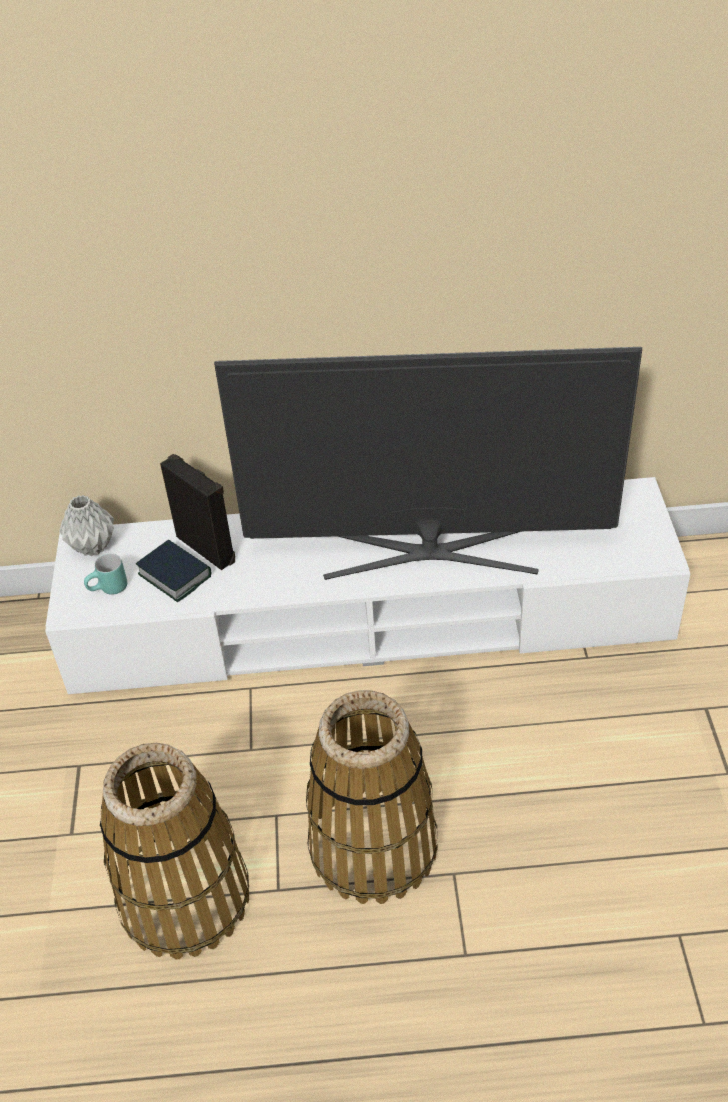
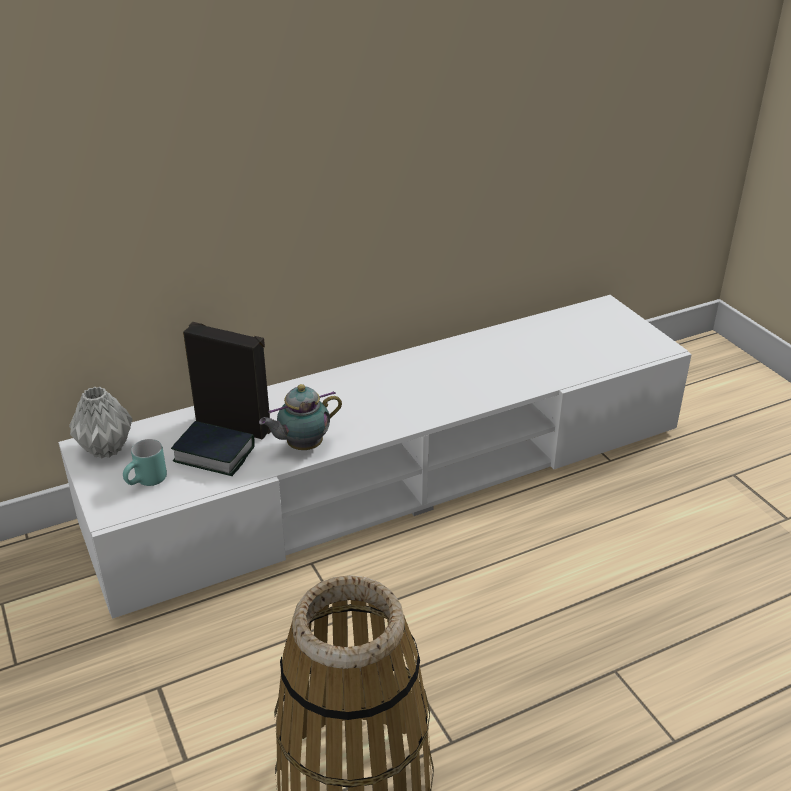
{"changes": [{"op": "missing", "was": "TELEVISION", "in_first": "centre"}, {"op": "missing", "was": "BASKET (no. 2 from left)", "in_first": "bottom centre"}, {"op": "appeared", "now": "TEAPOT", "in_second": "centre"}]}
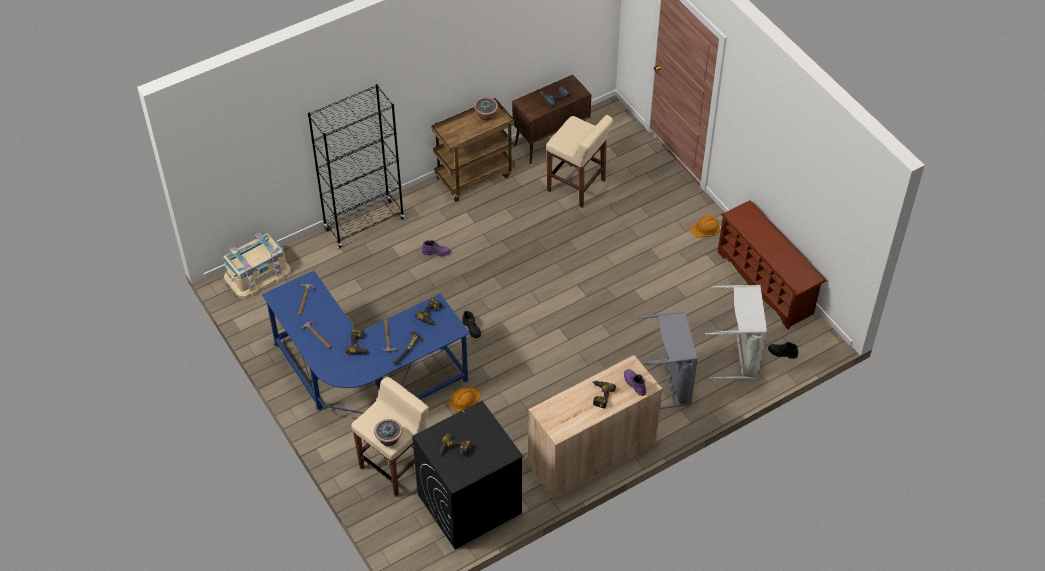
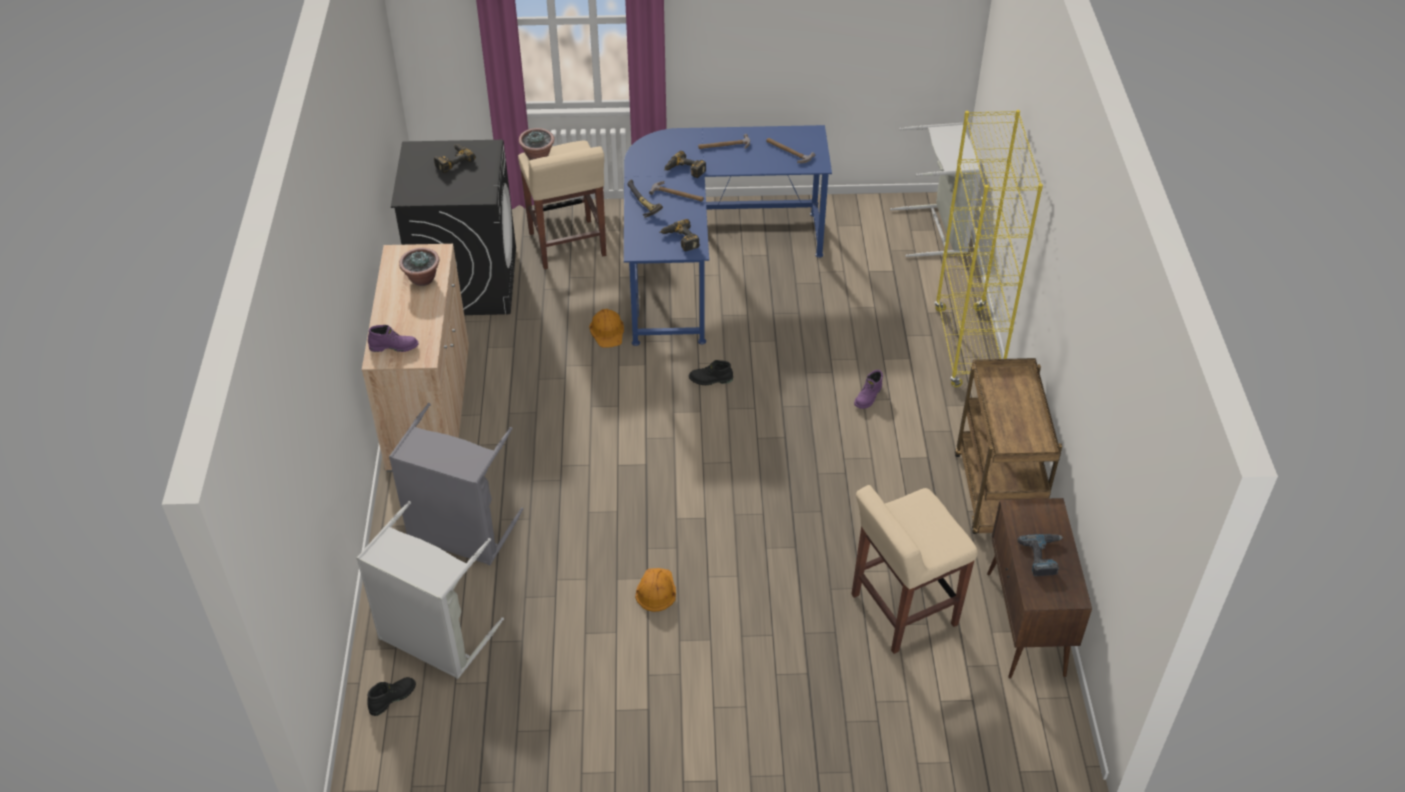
{"changes": [{"op": "missing", "was": "POWER DRILL (no. 5 from left)", "in_first": "bottom centre"}, {"op": "missing", "was": "BROWN SHOE RACK", "in_first": "middle right"}, {"op": "relocated", "was": "POTTED PLANT (no. 2 from left in the first image)", "now": "POTTED PLANT (no. 1 from left)", "in_first": "top centre", "in_second": "middle left"}, {"op": "relocated", "was": "ORANGE HARD HAT (no. 2 from left)", "in_first": "middle right", "in_second": "bottom centre"}, {"op": "exchanged", "was": "BEIGE STORAGE BOX", "now": "GREY LAUNDRY BASKET (no. 3 from left)", "in_first": "middle left", "in_second": "top centre"}, {"op": "colour", "was": "BLACK BOOKCASE", "now": "YELLOW BOOKCASE", "in_first": "top centre", "in_second": "top right"}]}
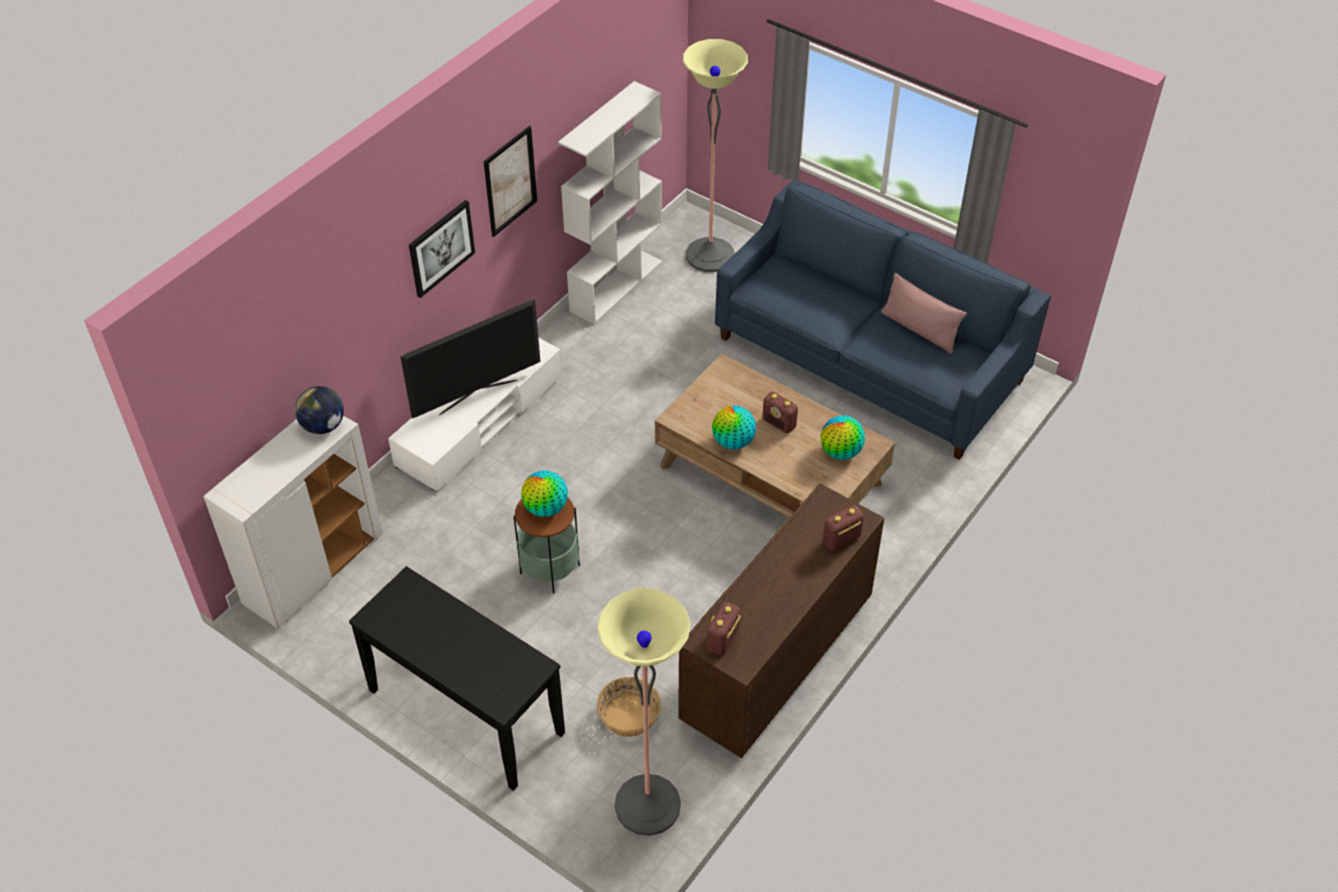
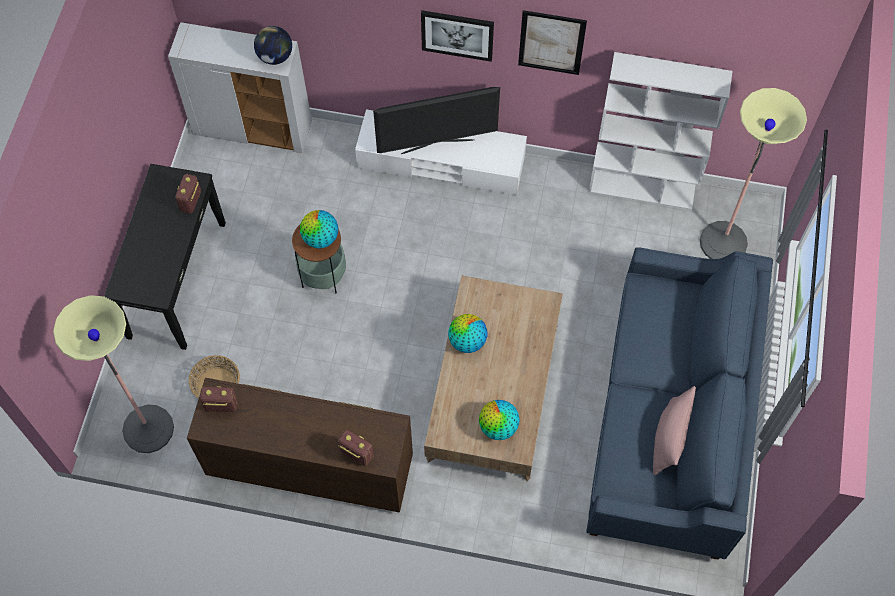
{"changes": [{"op": "relocated", "was": "RADIO (no. 2 from left in the first image)", "now": "RADIO (no. 1 from left)", "in_first": "centre", "in_second": "top left"}, {"op": "spun", "was": "TELEVISION", "in_first": "centre", "in_second": "top centre", "clockwise": -45}]}
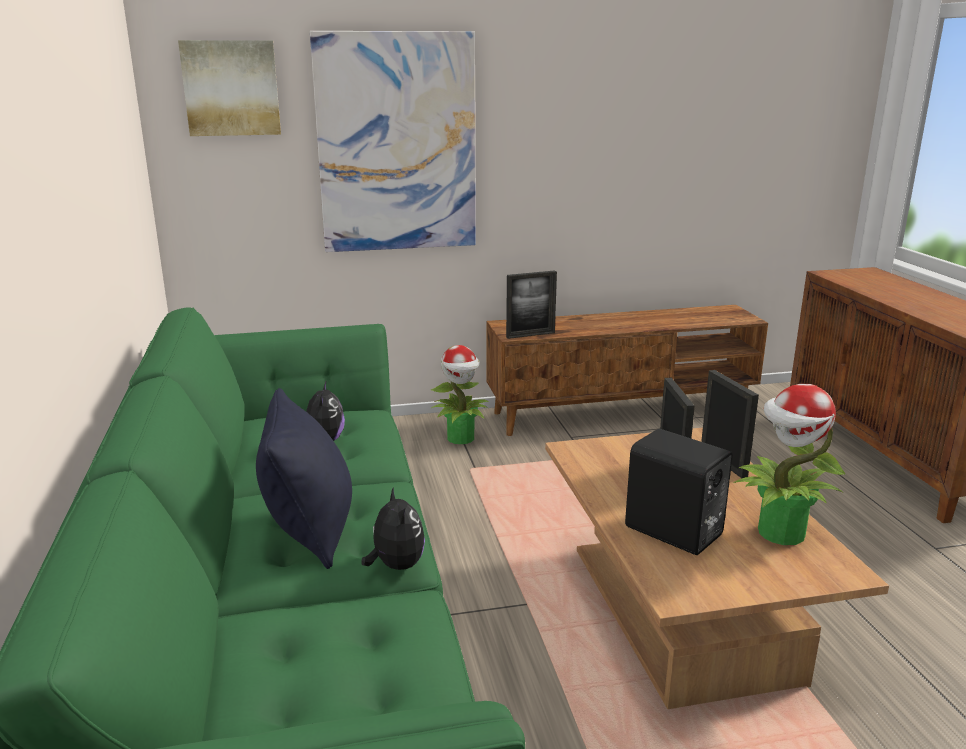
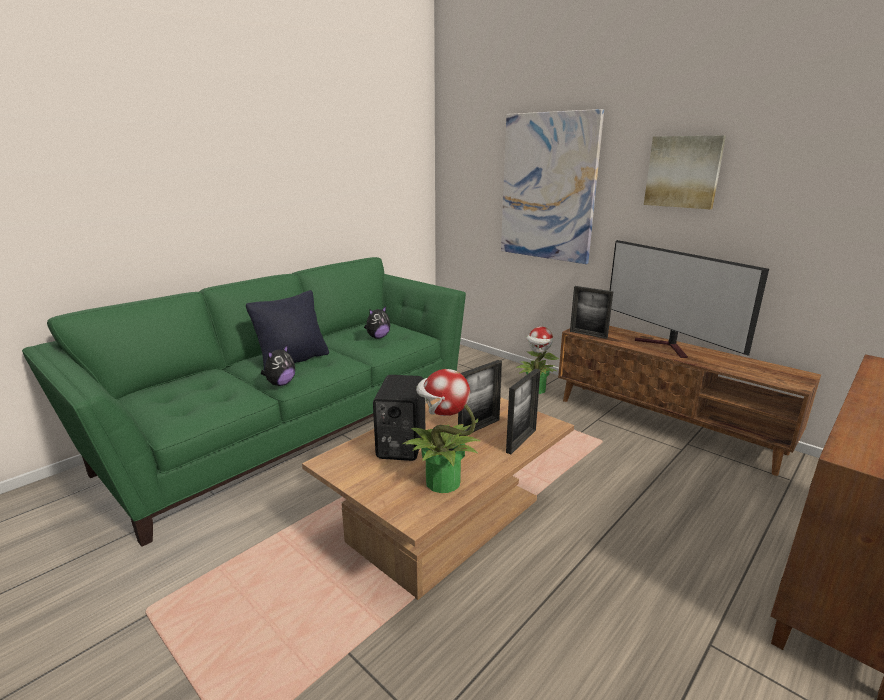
{"changes": [{"op": "appeared", "now": "TELEVISION", "in_second": "middle right"}, {"op": "relocated", "was": "PICTURE (no. 1 from left in the first image)", "now": "PICTURE (no. 2 from left)", "in_first": "top left", "in_second": "top right"}]}
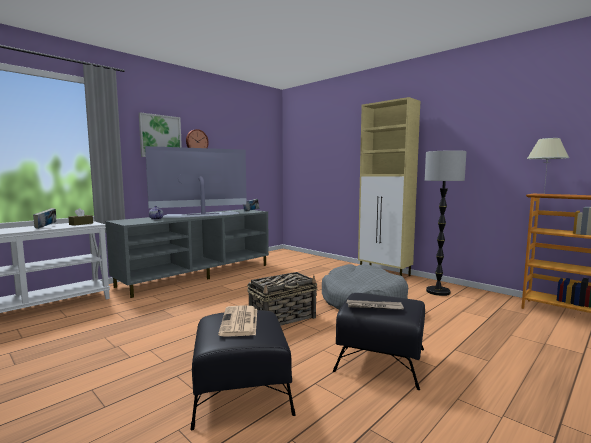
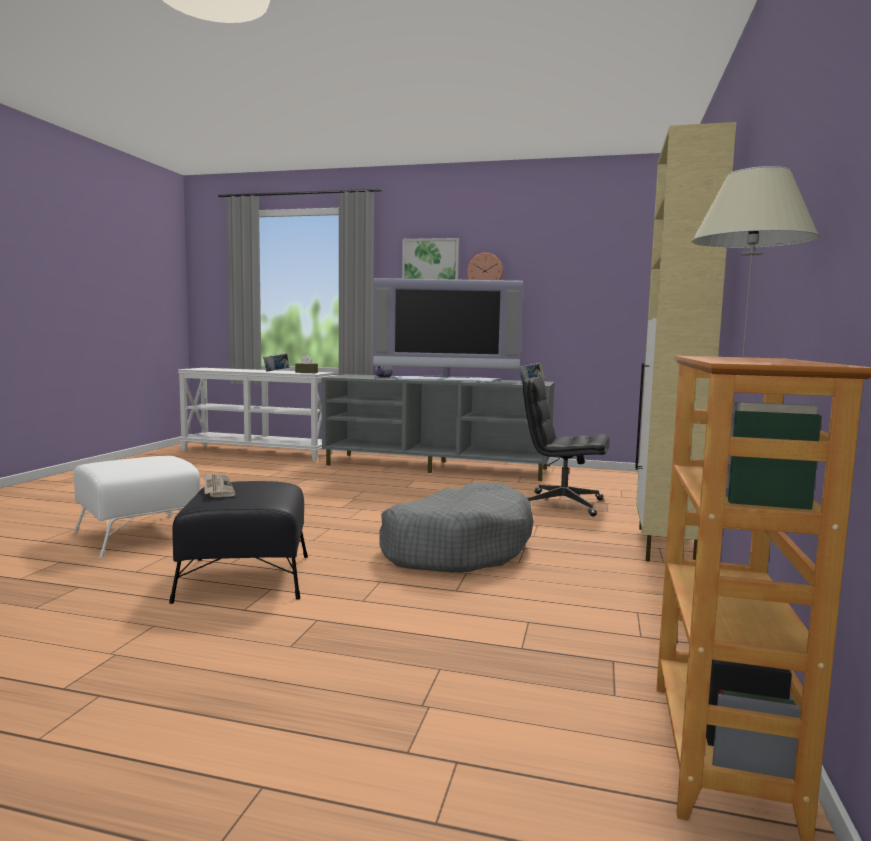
{"changes": [{"op": "missing", "was": "NEWSPAPER (no. 1 from left)", "in_first": "bottom centre"}, {"op": "missing", "was": "BASKET", "in_first": "bottom centre"}, {"op": "missing", "was": "FLOOR LAMP", "in_first": "middle right"}, {"op": "appeared", "now": "BLACK OFFICE CHAIR", "in_second": "centre"}, {"op": "colour", "was": "BLACK OTTOMAN (no. 1 from left)", "now": "WHITE OTTOMAN", "in_first": "bottom centre", "in_second": "middle left"}, {"op": "spun", "was": "TELEVISION", "in_first": "middle left", "in_second": "centre", "clockwise": 150}]}
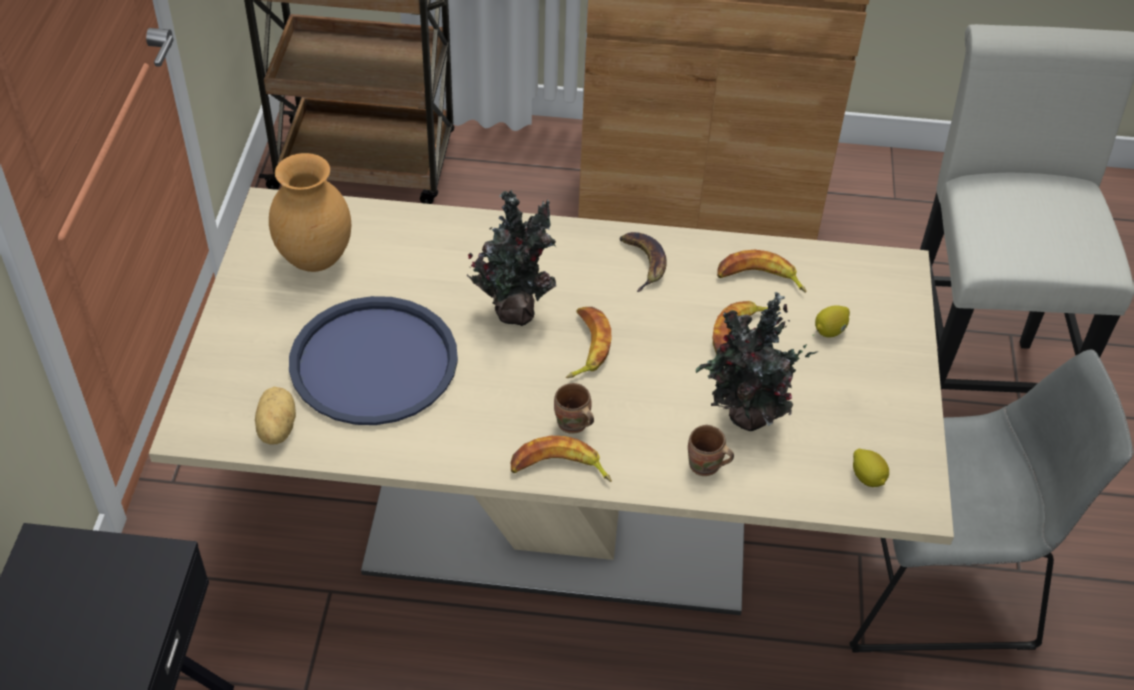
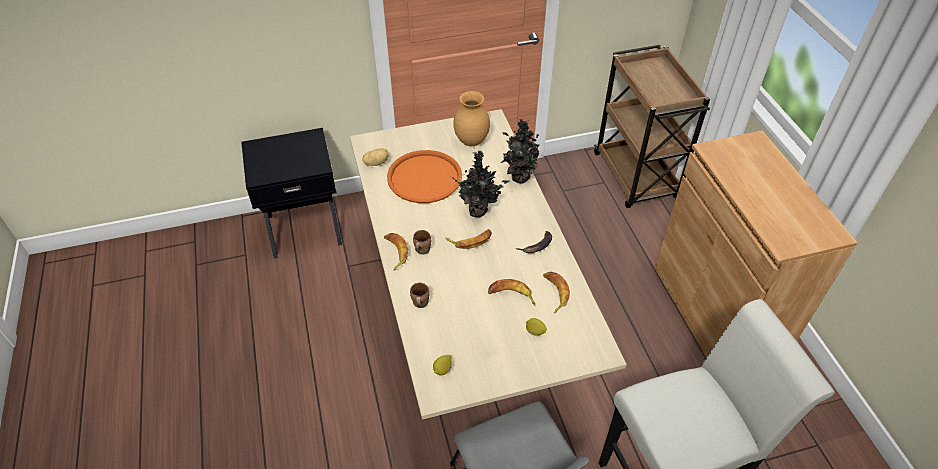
{"changes": [{"op": "relocated", "was": "POTTED PLANT (no. 2 from left)", "in_first": "middle right", "in_second": "top centre"}, {"op": "colour", "was": "BLUE TRAY", "now": "ORANGE TRAY", "in_first": "middle left", "in_second": "centre"}]}
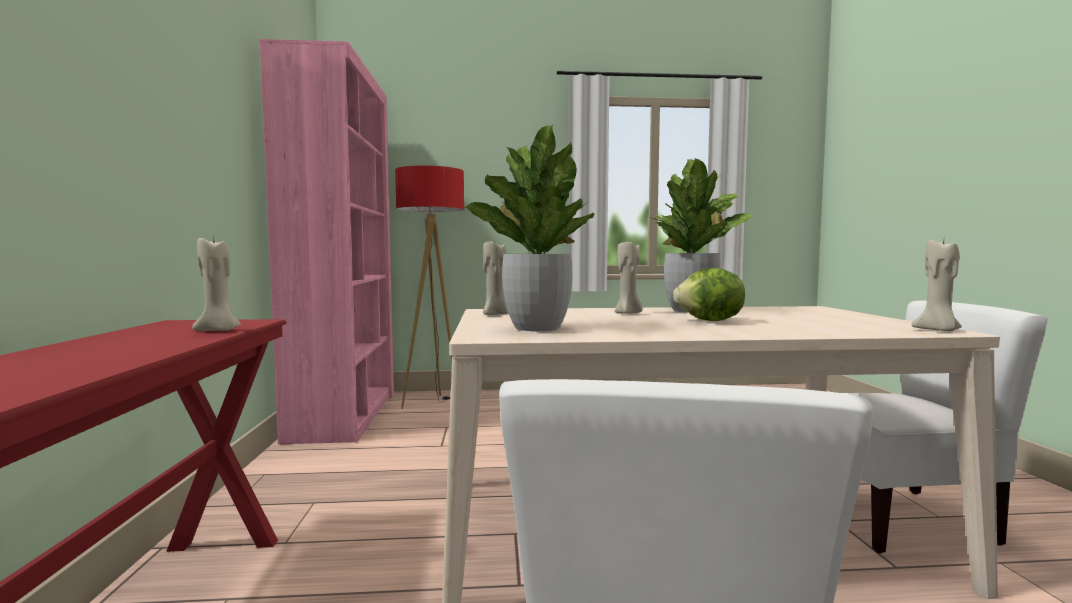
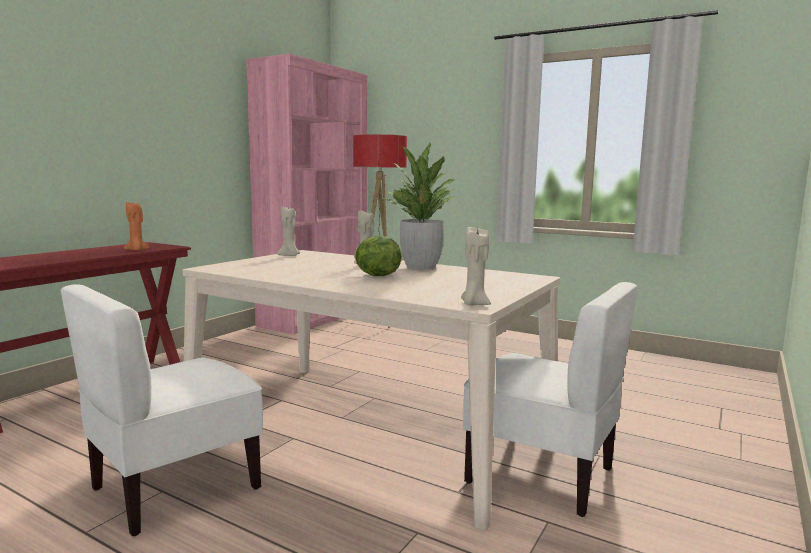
{"changes": [{"op": "missing", "was": "POTTED PLANT (no. 1 from left)", "in_first": "centre"}, {"op": "colour", "was": "BEIGE CANDLE (no. 1 from left)", "now": "ORANGE CANDLE", "in_first": "middle left", "in_second": "middle left"}]}
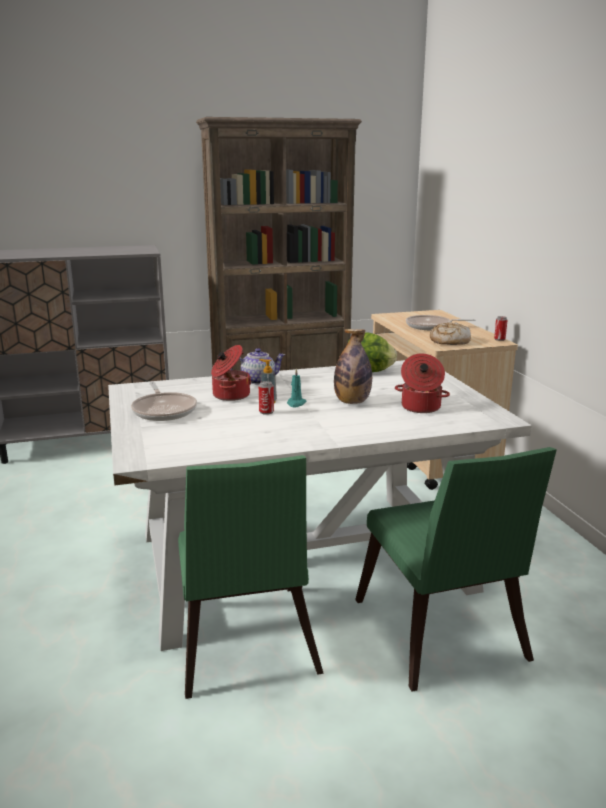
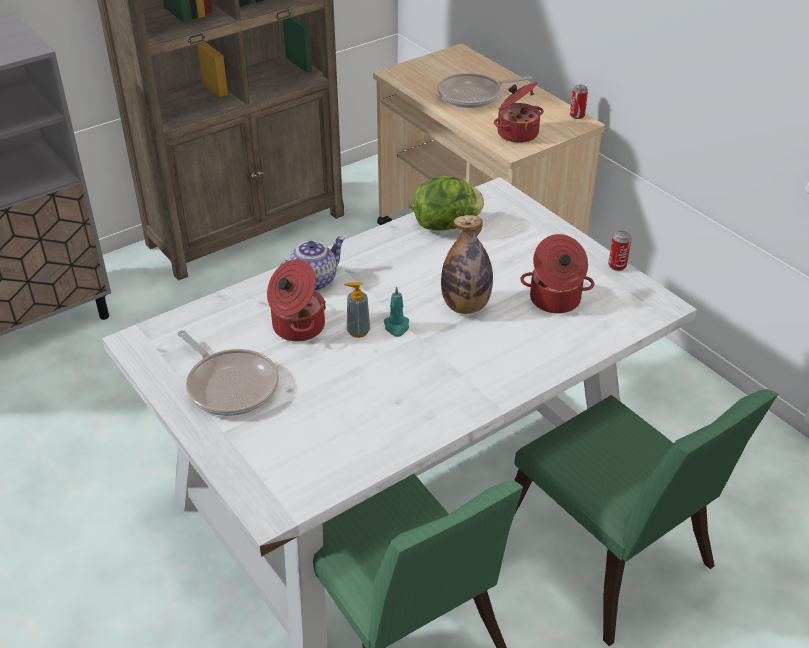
{"changes": [{"op": "relocated", "was": "CAN (no. 1 from left in the first image)", "now": "CAN (no. 2 from left)", "in_first": "centre", "in_second": "middle right"}, {"op": "exchanged", "was": "BREAD", "now": "COOKING POT (no. 2 from left)", "in_first": "middle right", "in_second": "top centre"}]}
